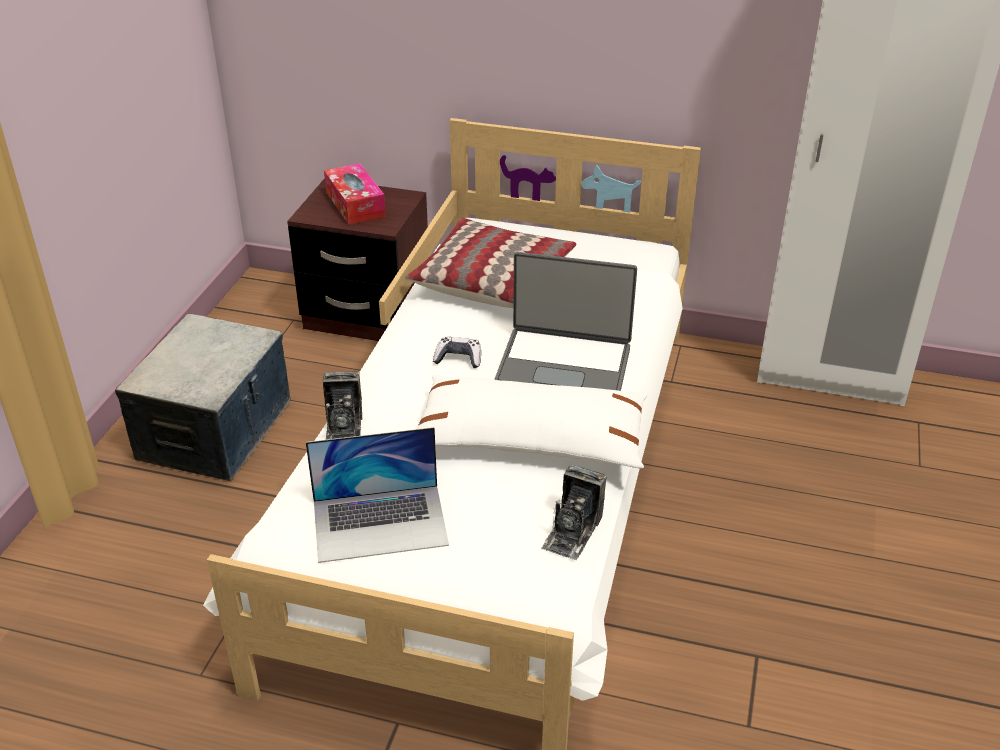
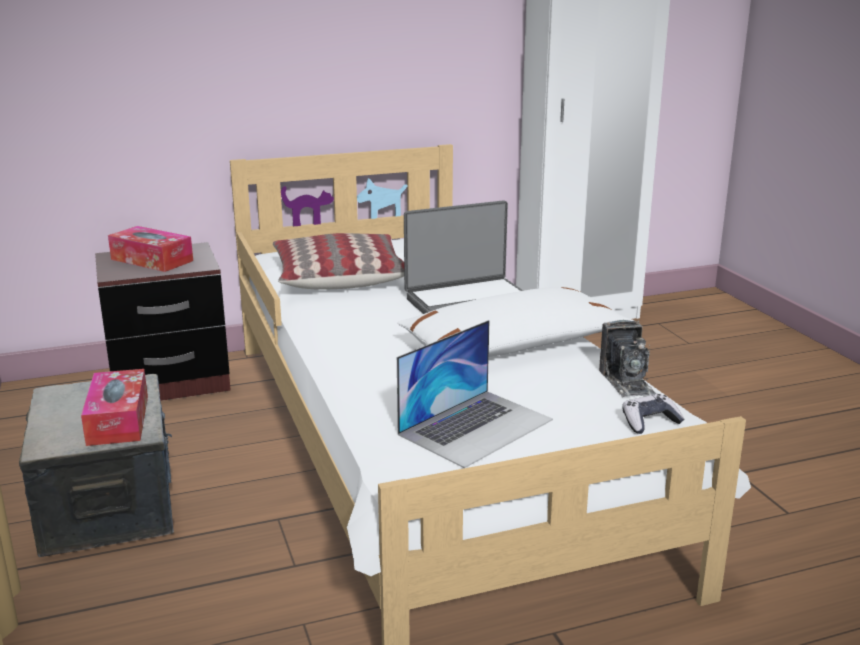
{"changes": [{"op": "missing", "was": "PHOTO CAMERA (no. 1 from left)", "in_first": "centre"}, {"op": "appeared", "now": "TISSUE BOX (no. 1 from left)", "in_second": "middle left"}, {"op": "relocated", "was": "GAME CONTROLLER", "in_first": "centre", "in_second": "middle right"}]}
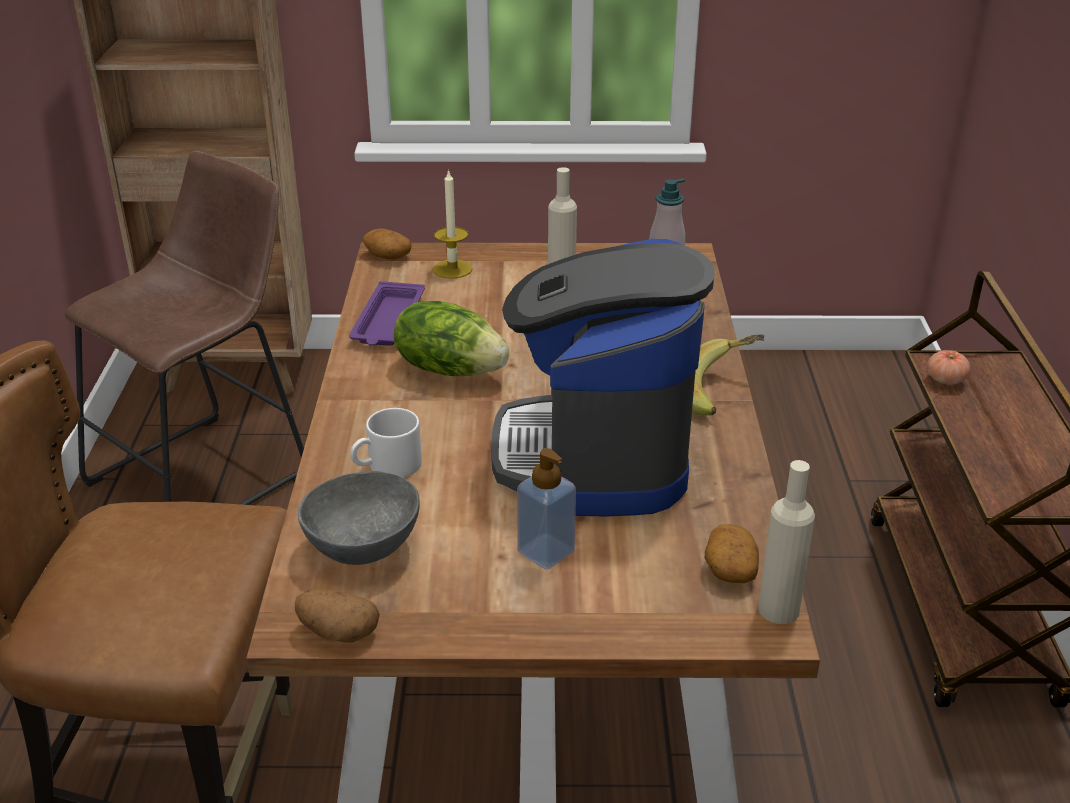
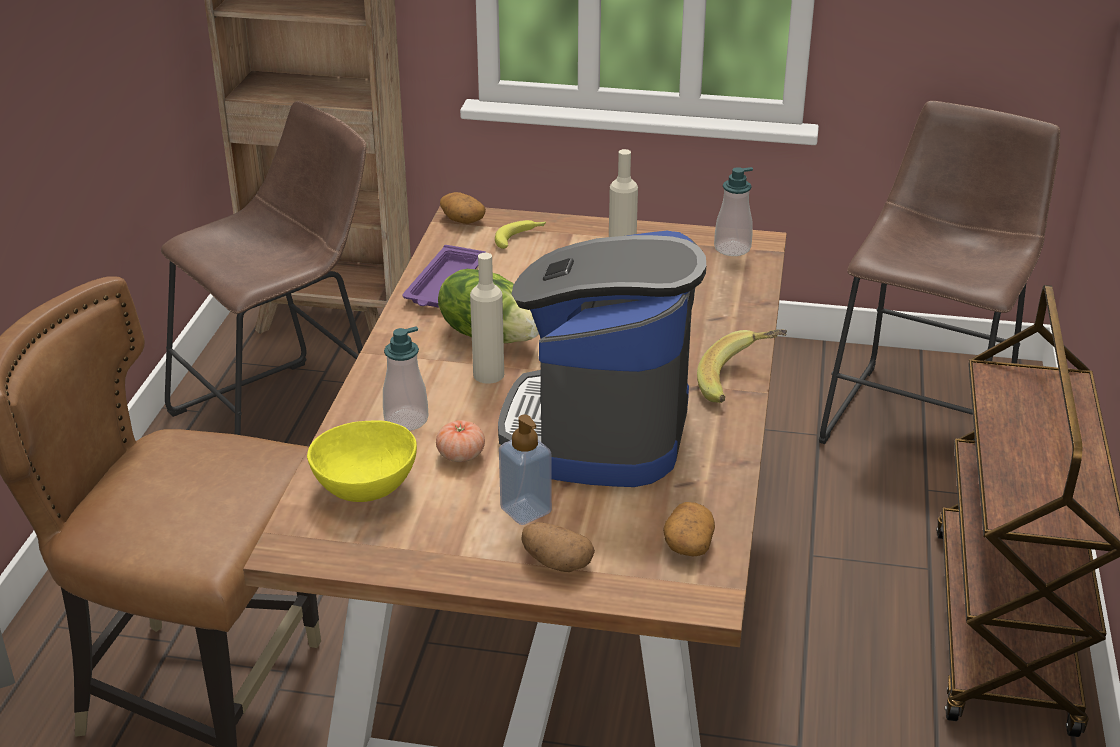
{"changes": [{"op": "appeared", "now": "BROWN STOOL (no. 2 from left)", "in_second": "middle right"}, {"op": "relocated", "was": "POTATO (no. 1 from left in the first image)", "now": "POTATO (no. 2 from left)", "in_first": "bottom left", "in_second": "bottom centre"}, {"op": "relocated", "was": "BEIGE BOTTLE (no. 2 from left in the first image)", "now": "BEIGE BOTTLE (no. 1 from left)", "in_first": "bottom right", "in_second": "centre"}, {"op": "relocated", "was": "TOMATO", "in_first": "middle right", "in_second": "centre"}, {"op": "exchanged", "was": "WHITE MUG", "now": "SOAP DISPENSER (no. 1 from left)", "in_first": "centre", "in_second": "centre"}, {"op": "exchanged", "was": "CANDLE", "now": "BANANA (no. 1 from left)", "in_first": "top centre", "in_second": "top centre"}, {"op": "colour", "was": "GREY BOWL", "now": "YELLOW BOWL", "in_first": "centre", "in_second": "middle left"}]}
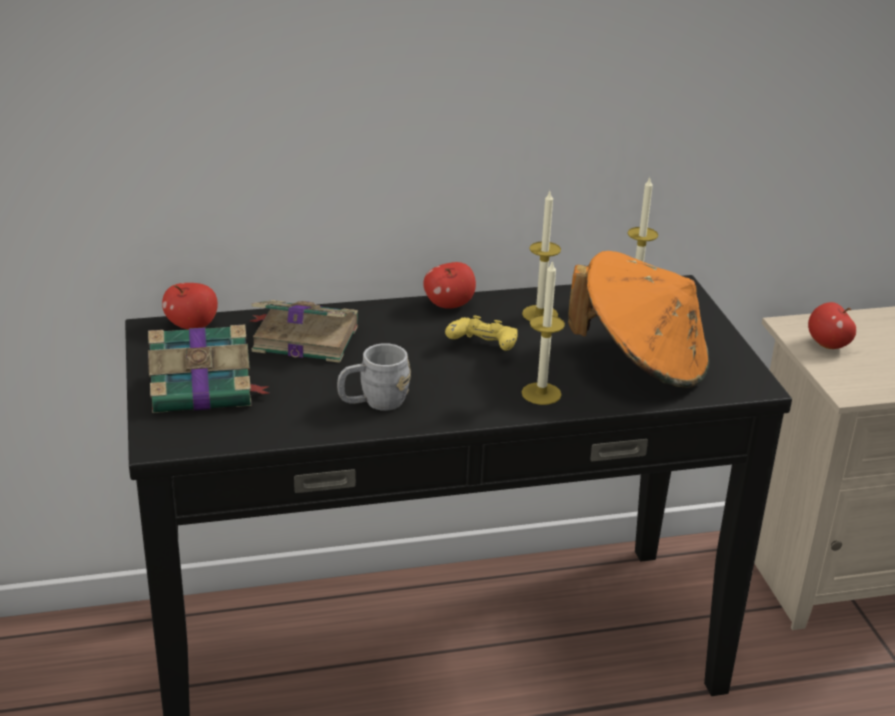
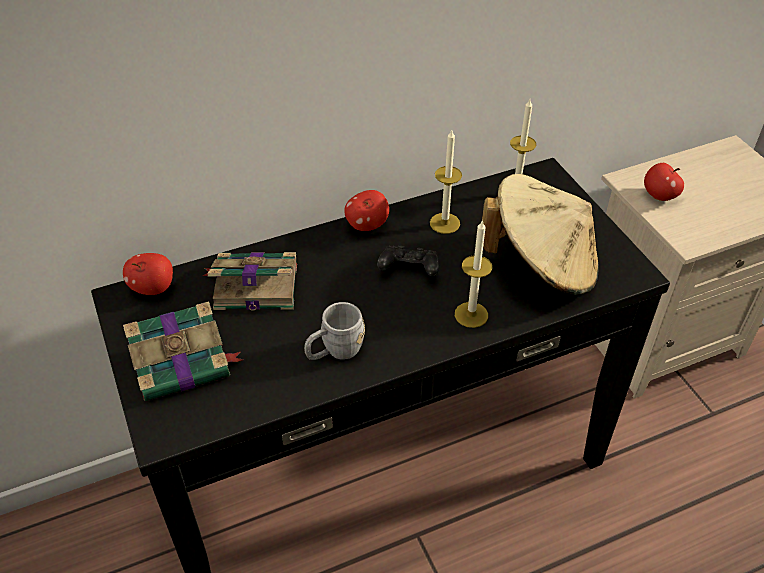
{"changes": [{"op": "colour", "was": "YELLOW GAME CONTROLLER", "now": "BLACK GAME CONTROLLER", "in_first": "centre", "in_second": "centre"}, {"op": "colour", "was": "ORANGE HAT", "now": "BEIGE HAT", "in_first": "middle right", "in_second": "middle right"}]}
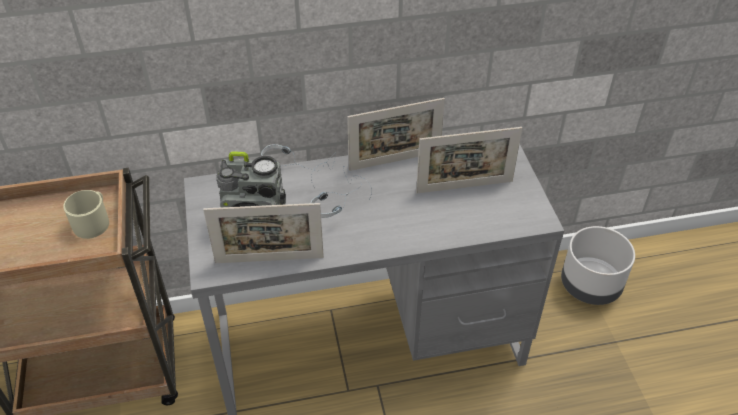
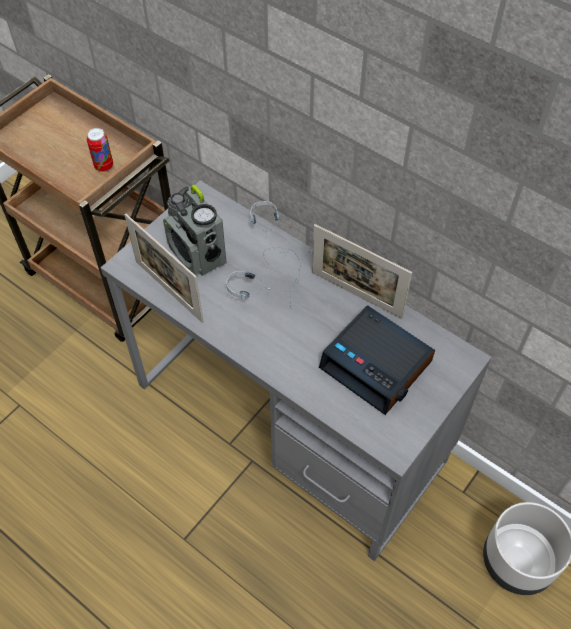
{"changes": [{"op": "exchanged", "was": "BEIGE MUG", "now": "CAN", "in_first": "middle left", "in_second": "top left"}, {"op": "exchanged", "was": "PICTURE FRAME (no. 3 from left)", "now": "ALARM CLOCK", "in_first": "centre", "in_second": "centre"}]}
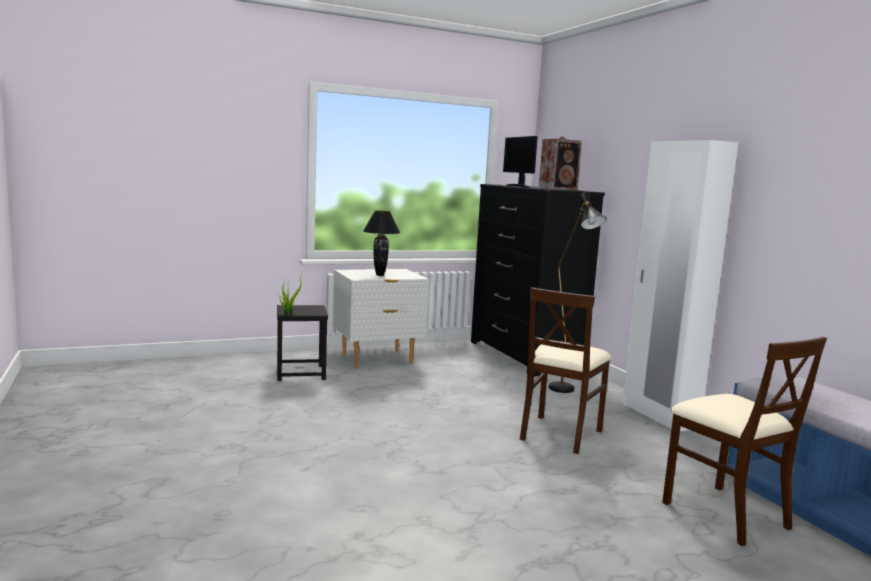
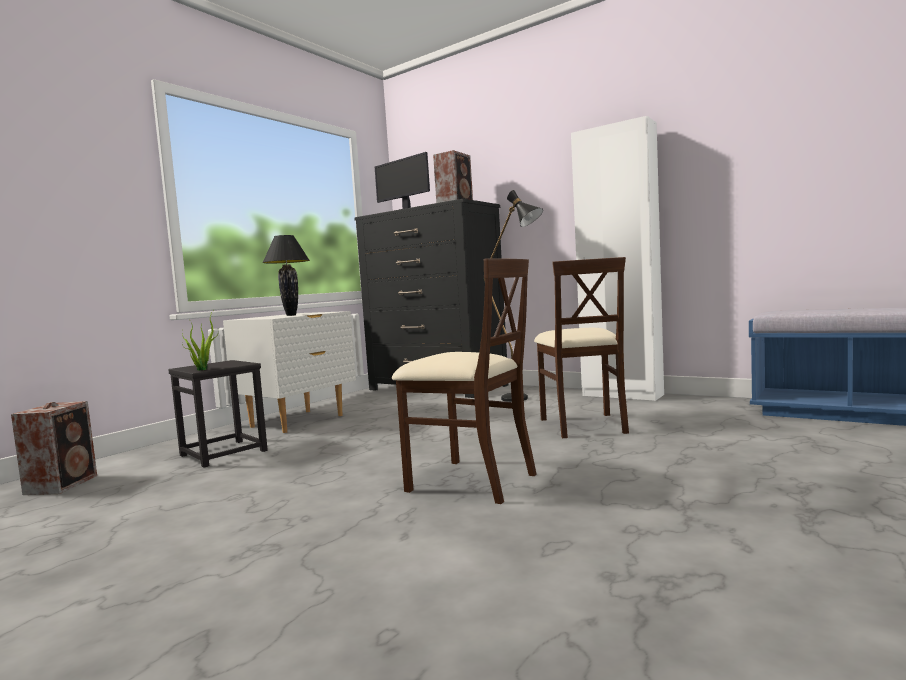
{"changes": [{"op": "appeared", "now": "SPEAKER (no. 1 from left)", "in_second": "middle left"}, {"op": "relocated", "was": "BEIGE CHAIR (no. 2 from left in the first image)", "now": "BEIGE CHAIR (no. 1 from left)", "in_first": "bottom right", "in_second": "centre"}]}
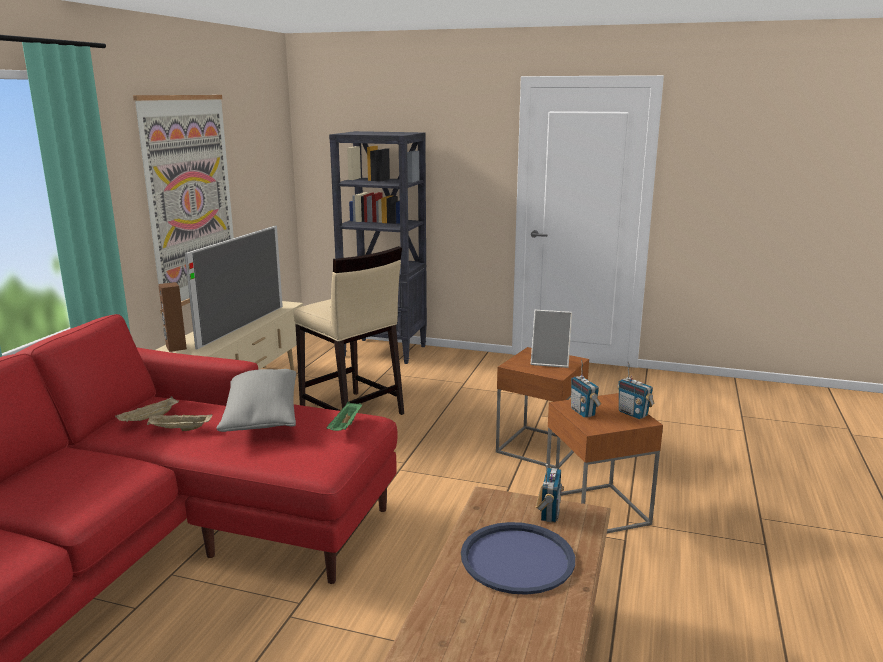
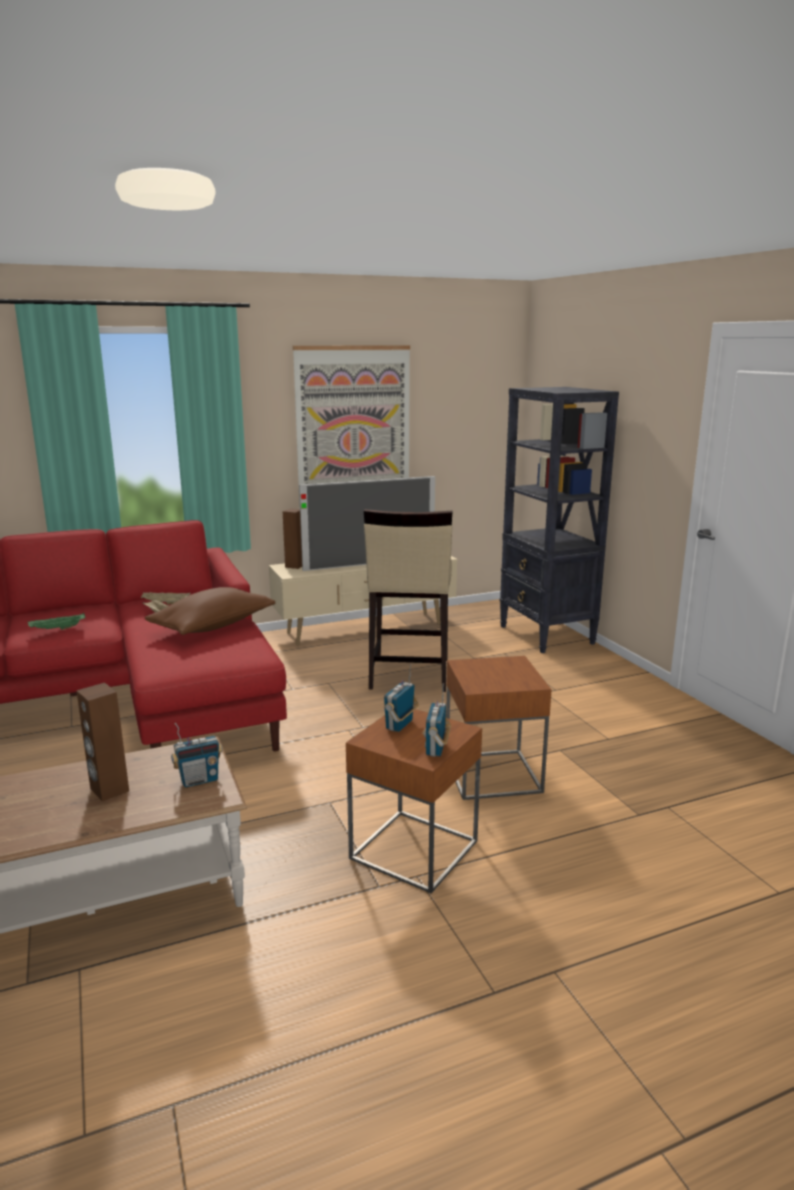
{"changes": [{"op": "missing", "was": "PICTURE FRAME", "in_first": "centre"}, {"op": "relocated", "was": "GREEN TRAY", "in_first": "centre", "in_second": "middle left"}, {"op": "exchanged", "was": "BLUE TRAY", "now": "BROWN SPEAKER (no. 1 from left)", "in_first": "bottom centre", "in_second": "middle left"}, {"op": "colour", "was": "GREY PILLOW", "now": "BROWN PILLOW", "in_first": "middle left", "in_second": "middle left"}]}
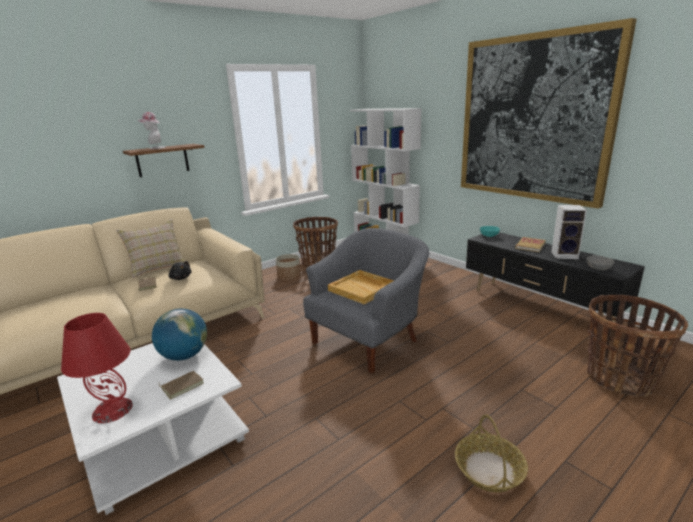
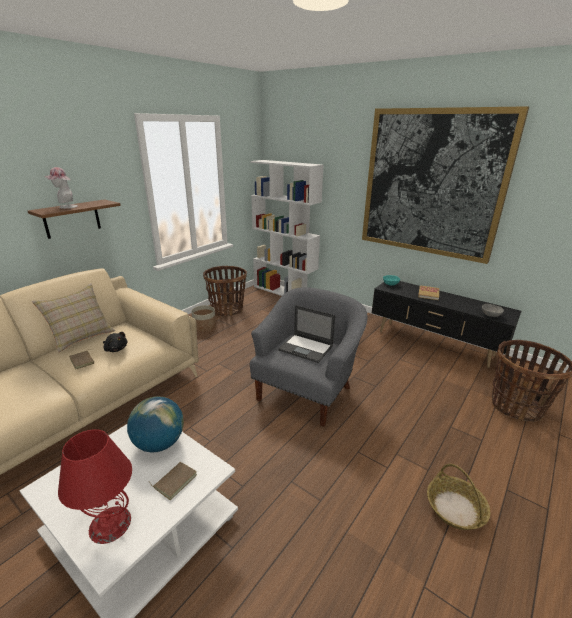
{"changes": [{"op": "missing", "was": "SPEAKER", "in_first": "middle right"}, {"op": "exchanged", "was": "BEIGE TRAY", "now": "LAPTOP", "in_first": "centre", "in_second": "centre"}]}
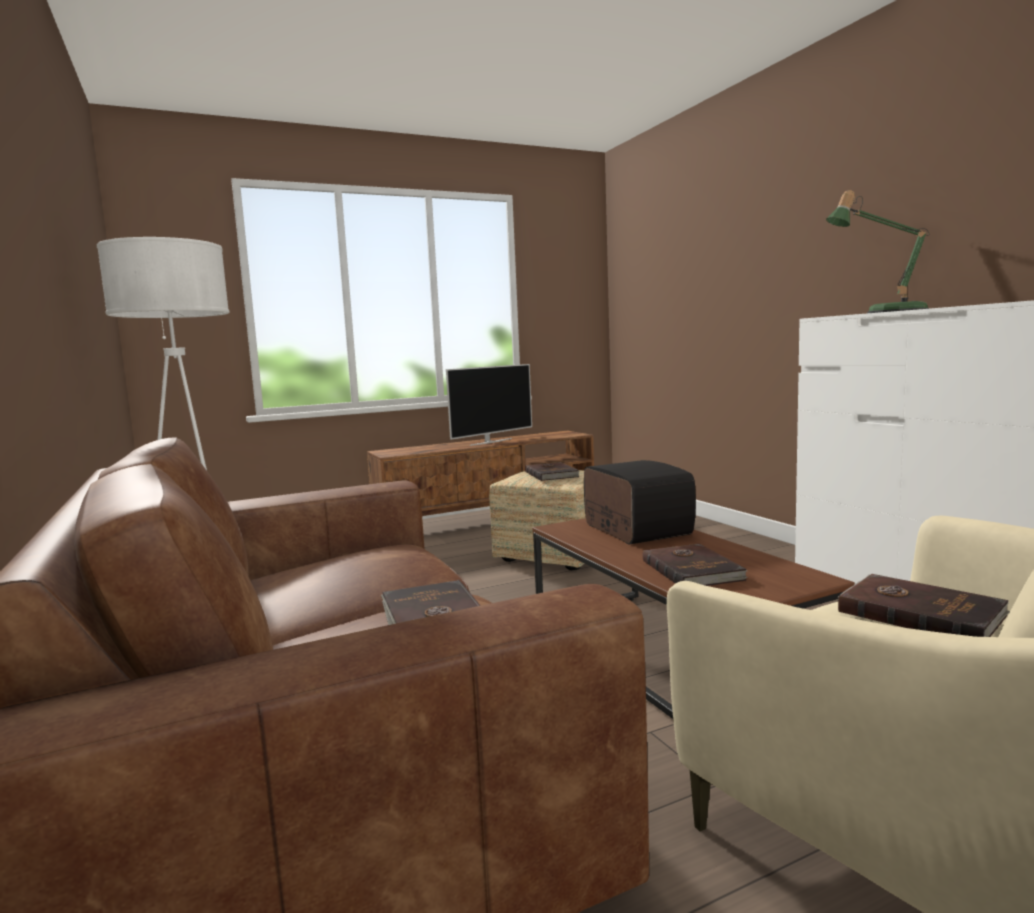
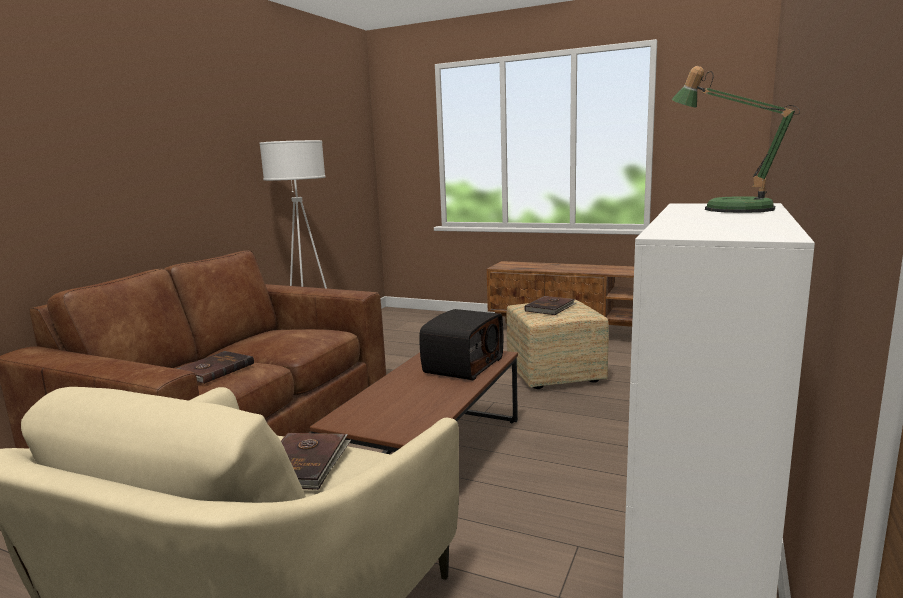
{"changes": [{"op": "missing", "was": "TELEVISION", "in_first": "centre"}, {"op": "missing", "was": "BROWN BOOK (no. 3 from left)", "in_first": "middle right"}]}
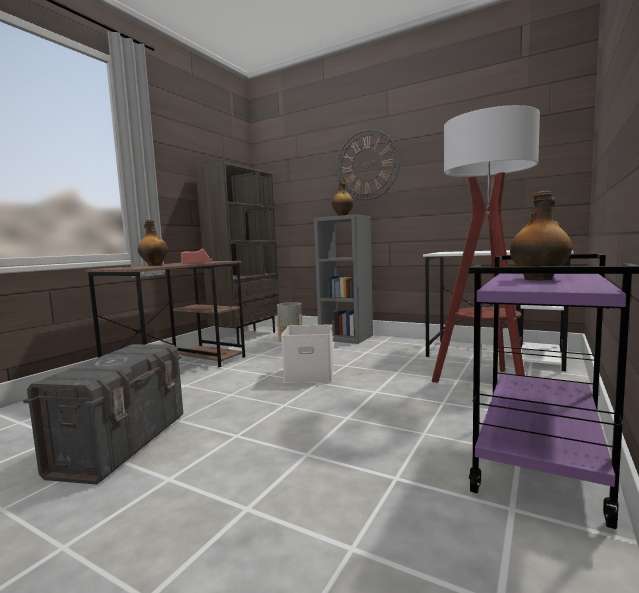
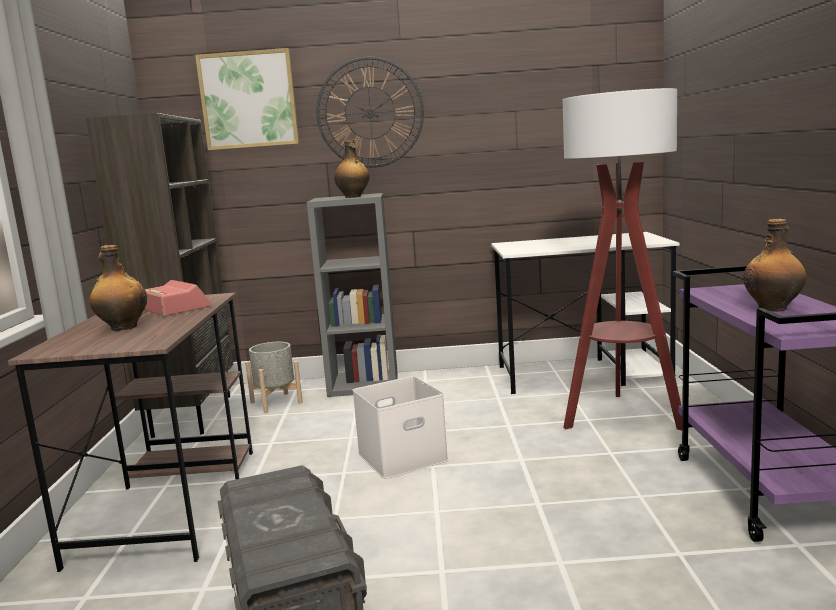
{"changes": [{"op": "appeared", "now": "PICTURE", "in_second": "top left"}]}
